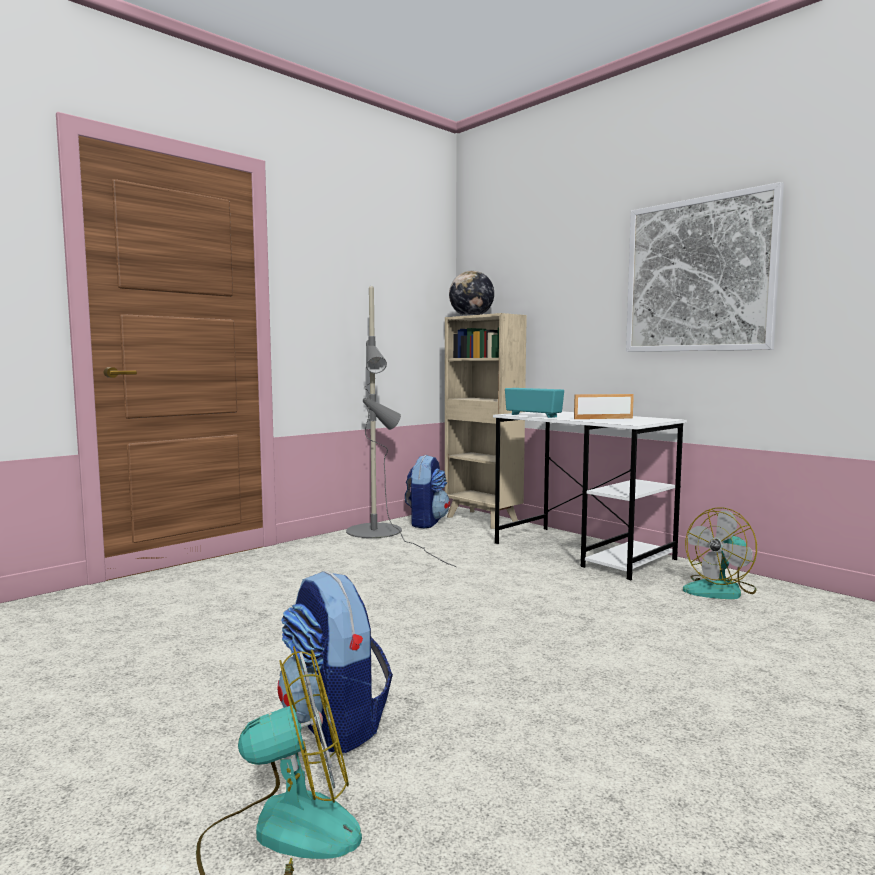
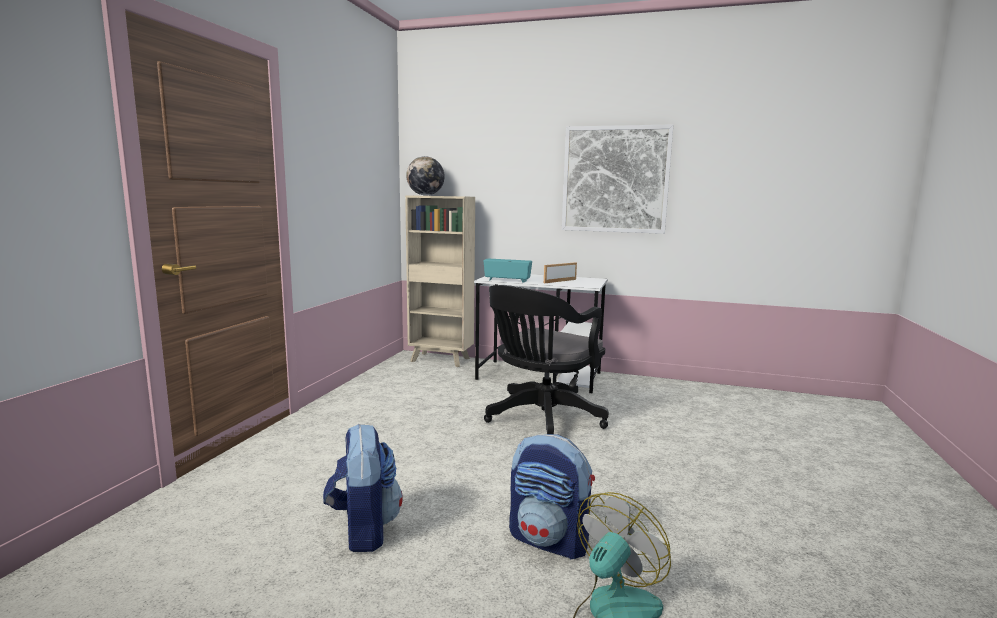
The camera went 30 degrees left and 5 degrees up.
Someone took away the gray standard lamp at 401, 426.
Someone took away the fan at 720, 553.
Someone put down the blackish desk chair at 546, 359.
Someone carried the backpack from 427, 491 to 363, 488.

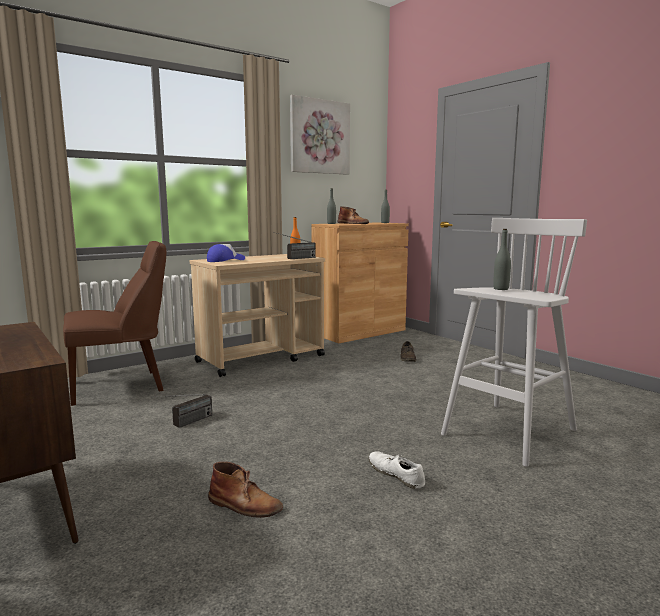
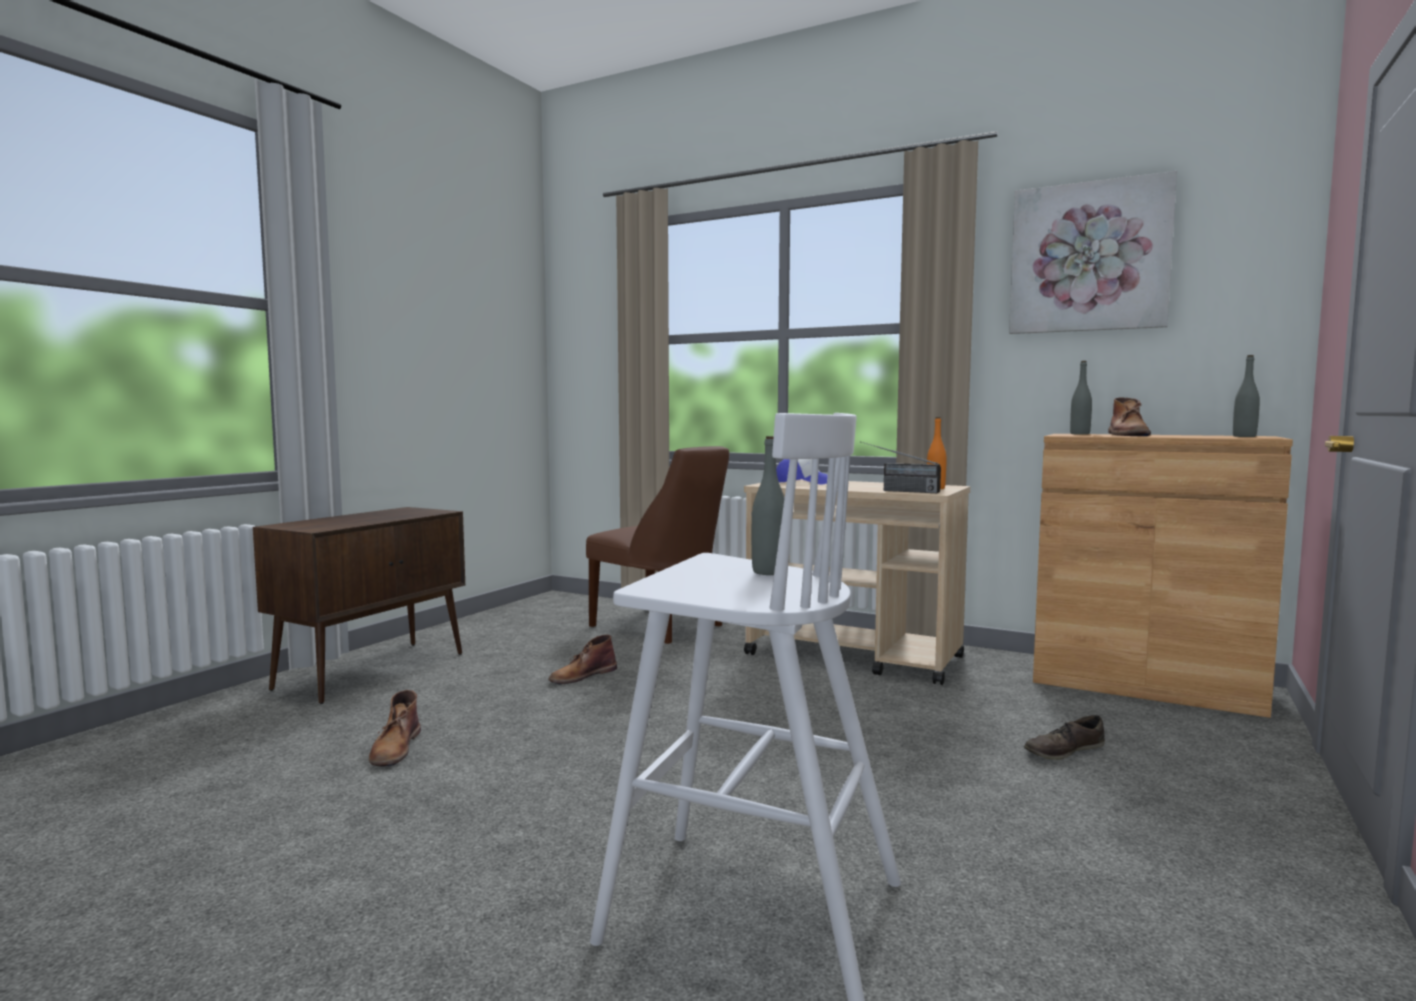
The camera went 65 degrees right and 5 degrees down.
Someone took away the whitish item of footwear at 397, 470.
Someone swapped the radio set at 181, 411 for the brown tall boot at 582, 660.

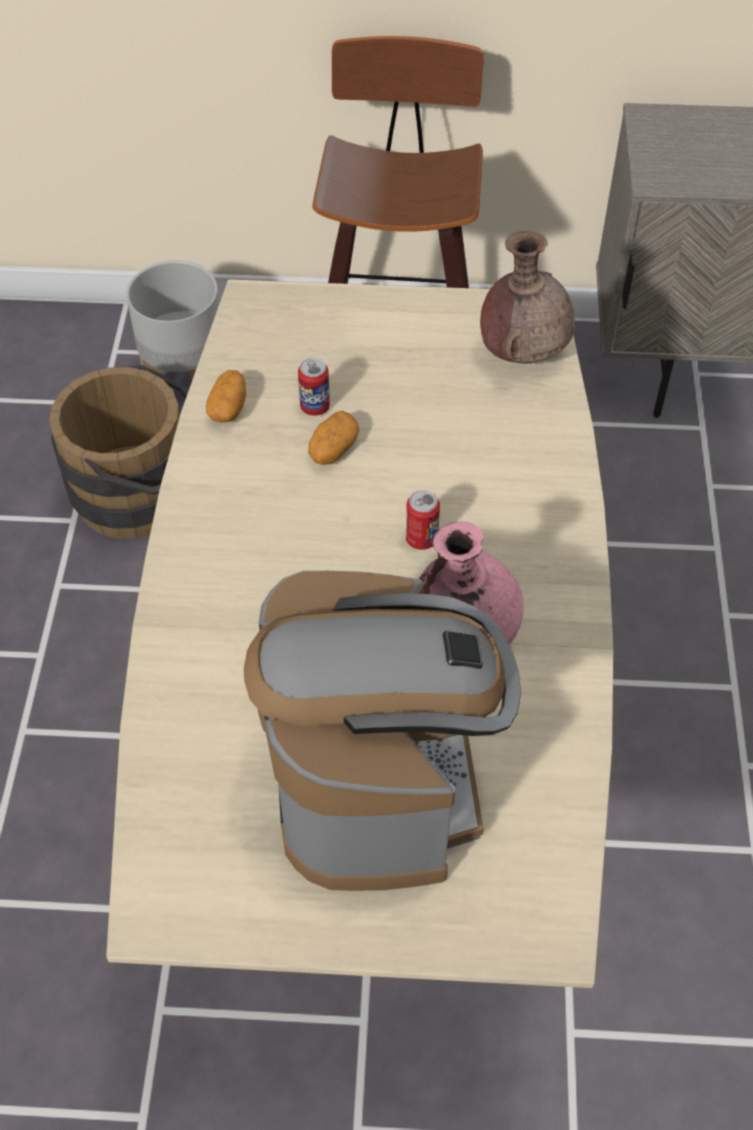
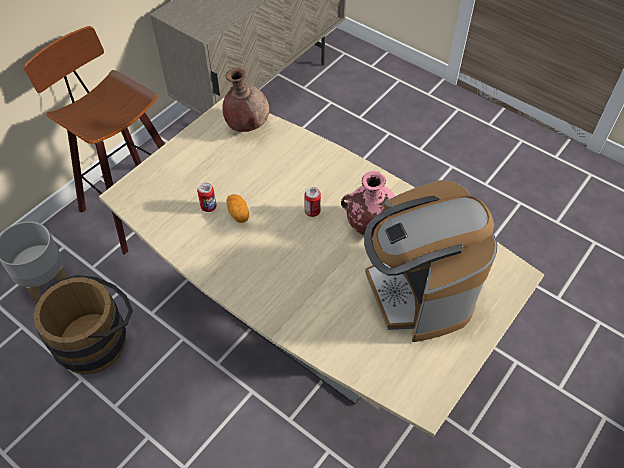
The camera went 55 degrees left and 0 degrees up.
Someone took away the potato at 226, 396.
Someone rotated the coffee machine at 382, 731 by 135 degrees counterclockwise.

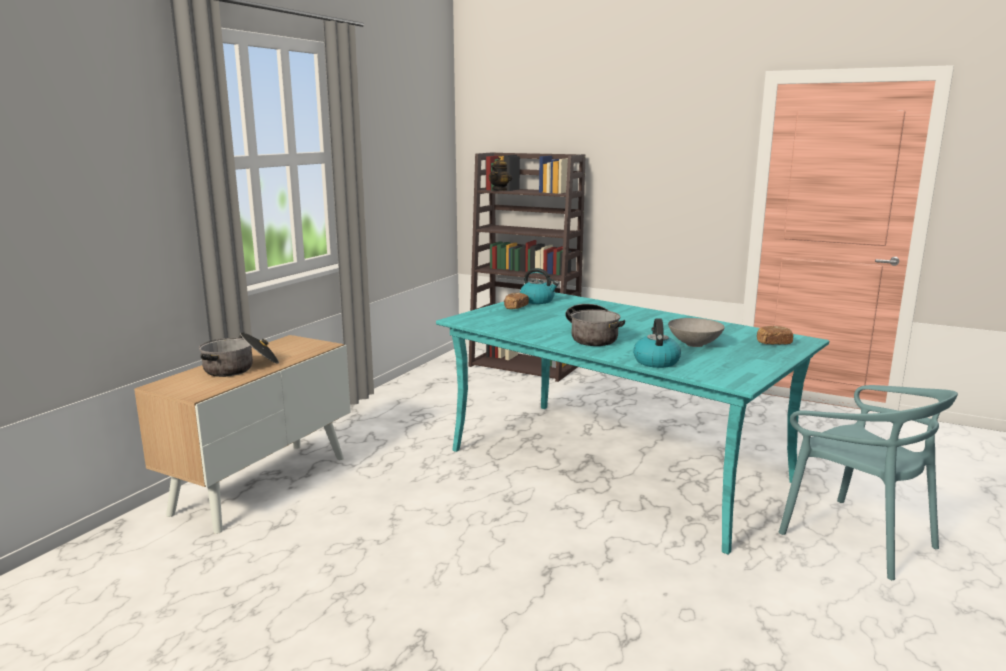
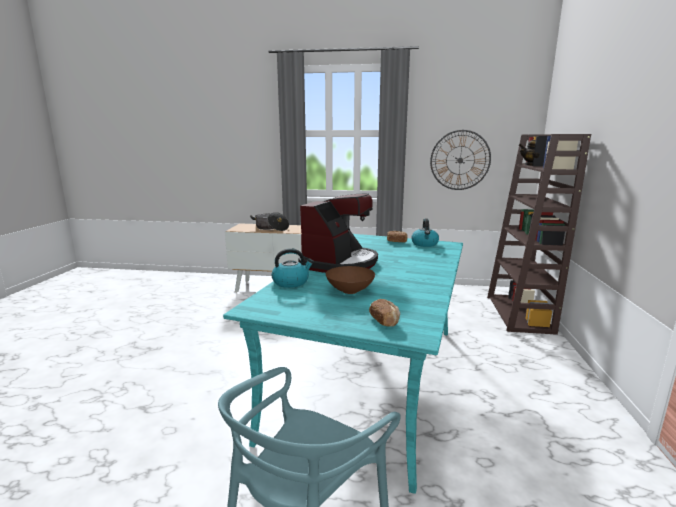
The camera went 70 degrees right and 0 degrees up.
Someone put up the clock on the wall at 460, 160.
Someone swapped the saucepot at 595, 325 for the coffee machine at 338, 233.
Someone repainted the gray bowl at 696, 332, which became the brown bowl at 350, 280.

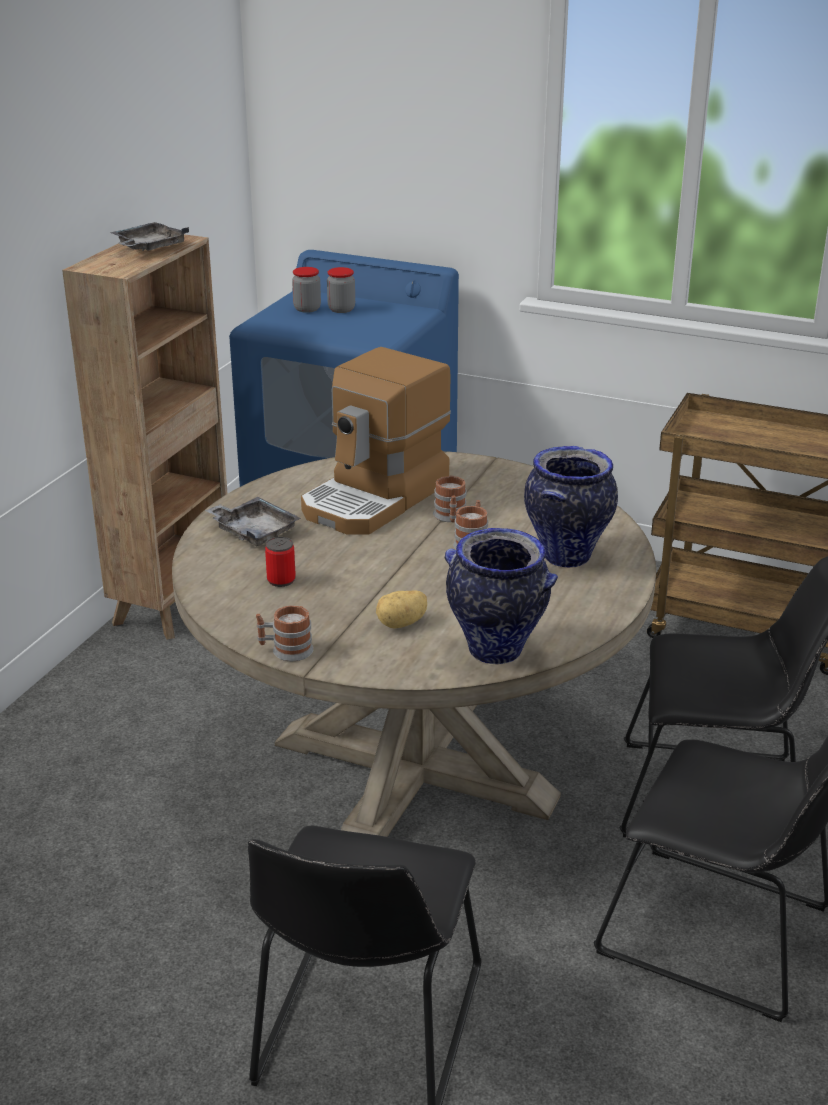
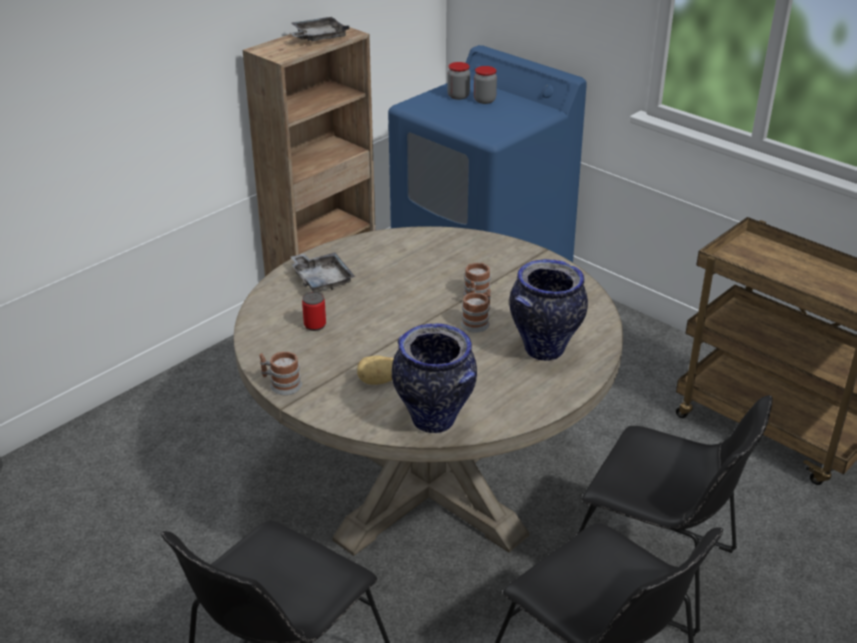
The camera went 20 degrees right and 5 degrees up.
Someone took away the coffee machine at 376, 441.

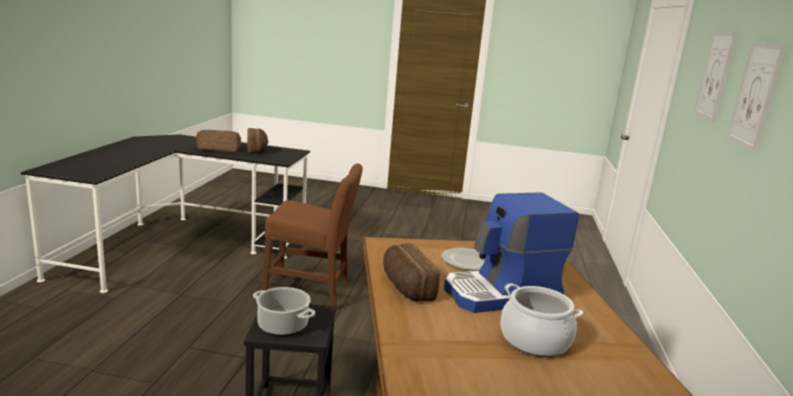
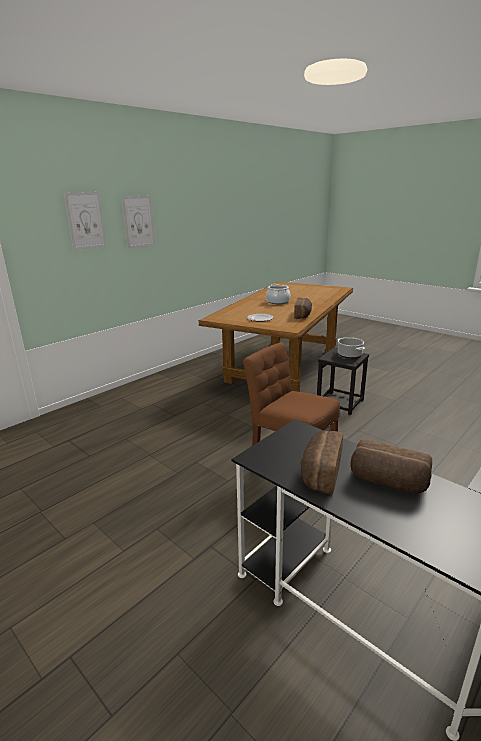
The camera went 145 degrees left and 5 degrees up.
Someone took away the coffee machine at 511, 252.

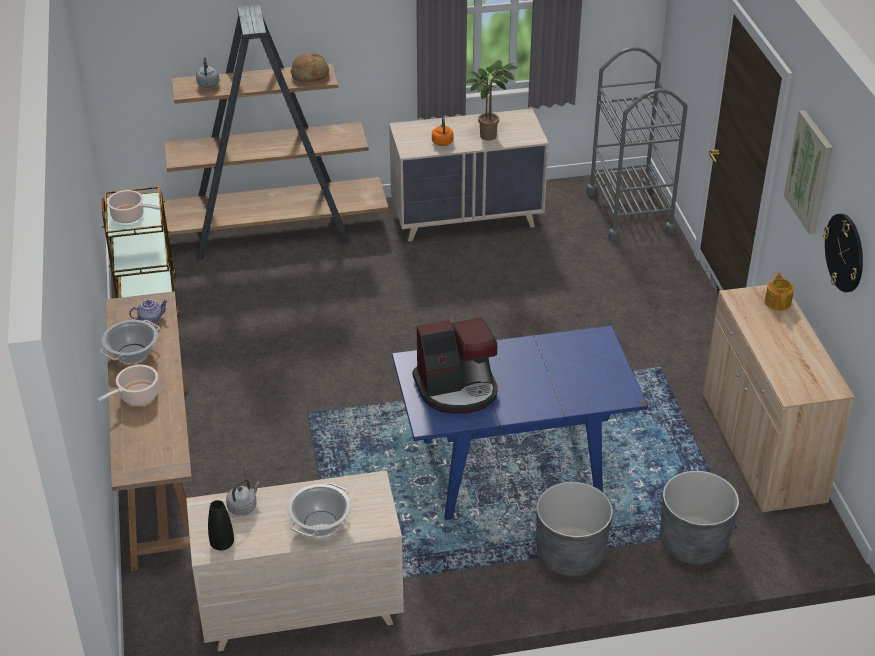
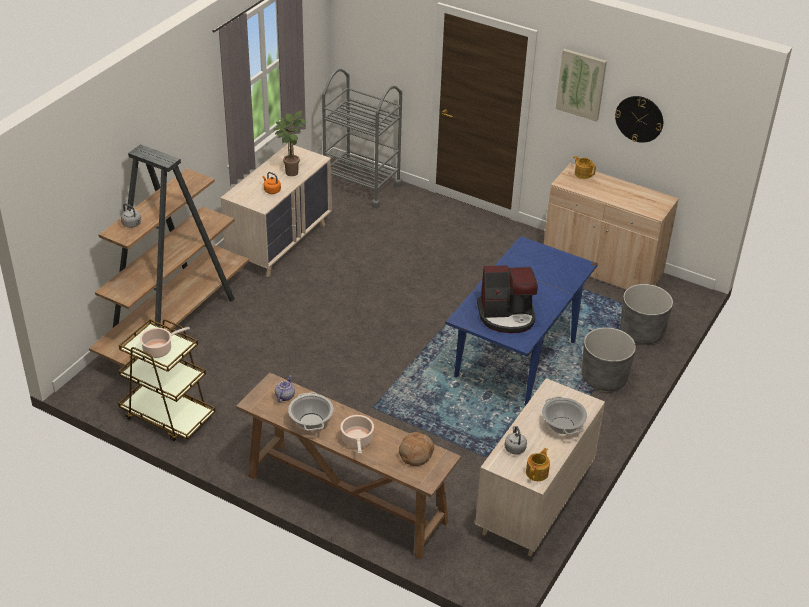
The camera went 50 degrees left and 0 degrees up.
Someone carried the baked bread from 310, 67 to 416, 449.
Someone swapped the blackish decorative vase at 221, 525 for the pot for tea at 538, 464.
Someone rotated the coffee machine at 455, 365 by 60 degrees clockwise.

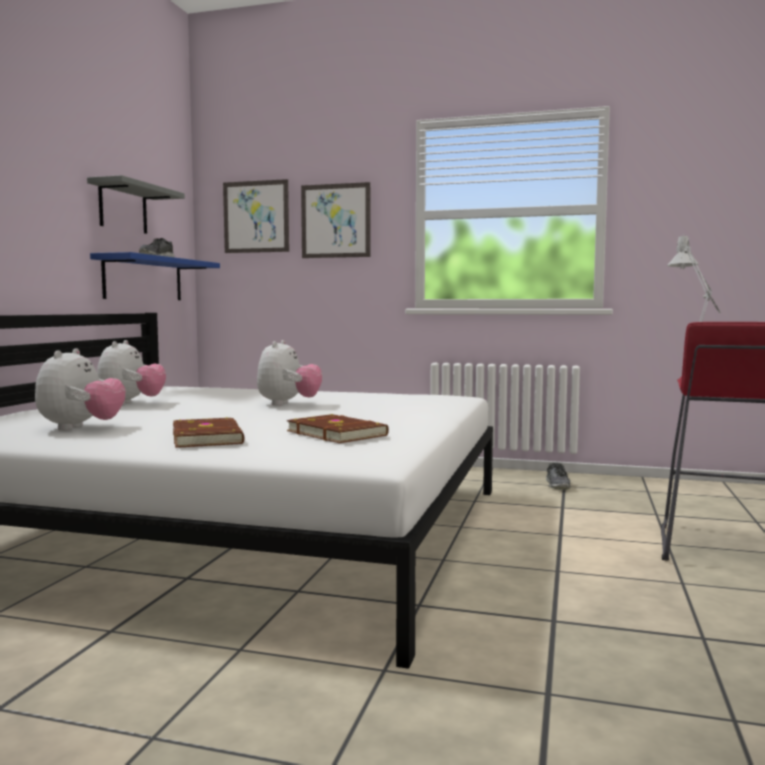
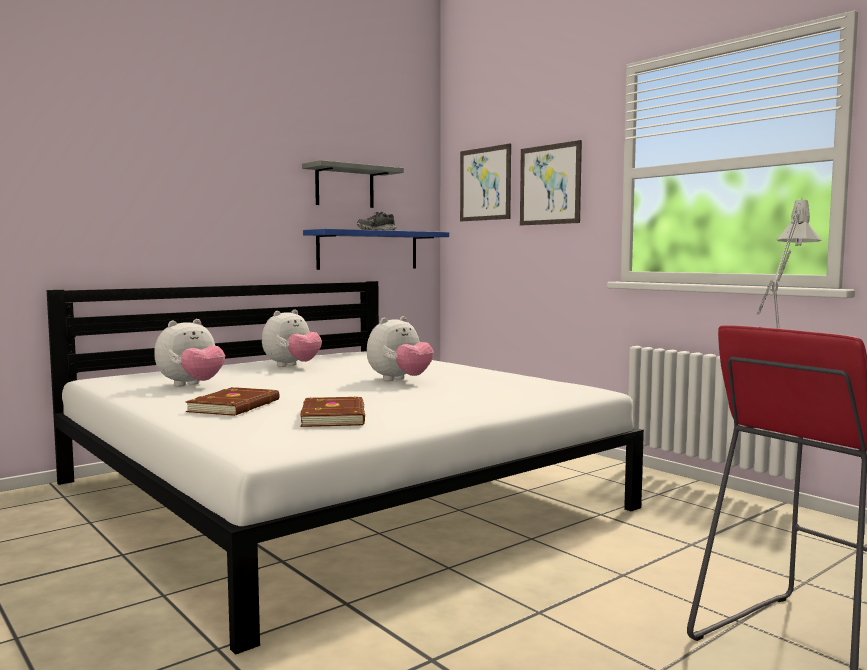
The camera went 35 degrees right and 0 degrees up.
Someone took away the item of footwear at 558, 476.

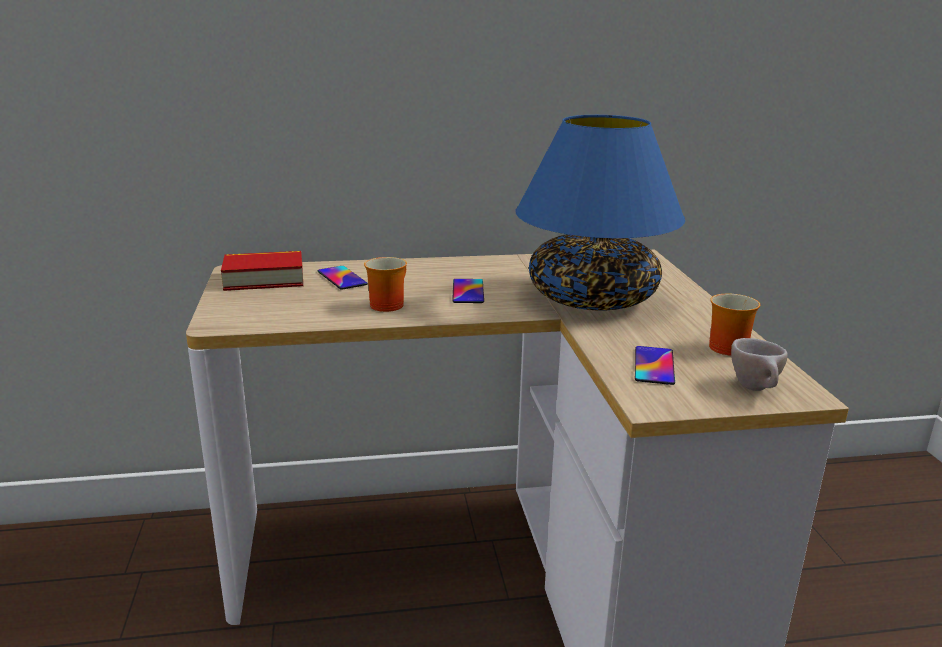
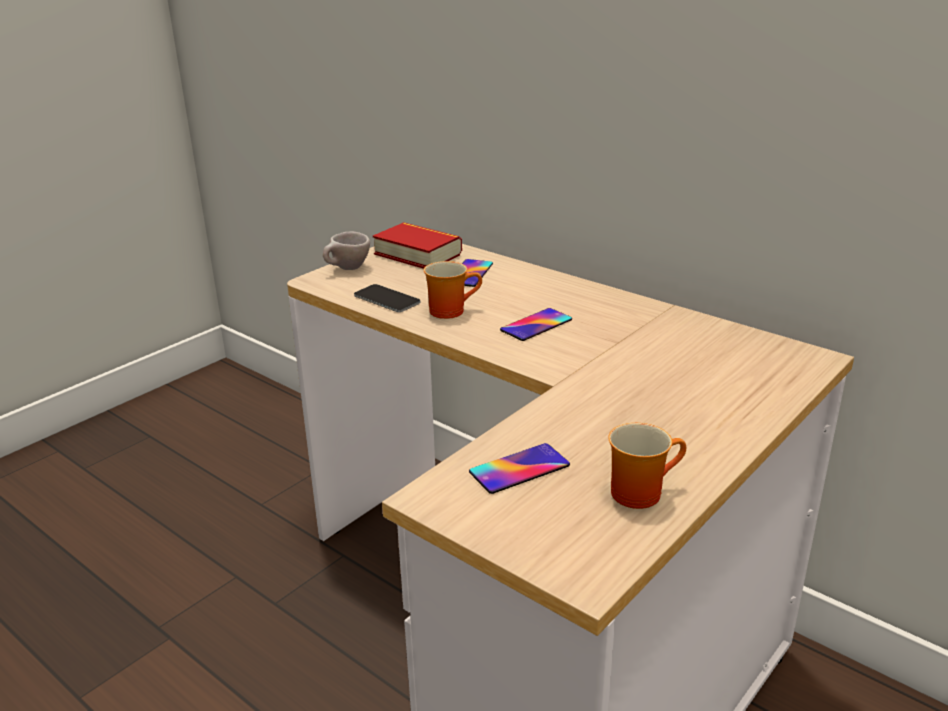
The camera went 50 degrees right and 5 degrees up.
Someone took away the blue tabletop lamp at 600, 212.
Someone put down the handset at 387, 298.
Someone carried the beige-coloured drinking cup from 759, 364 to 346, 250.

